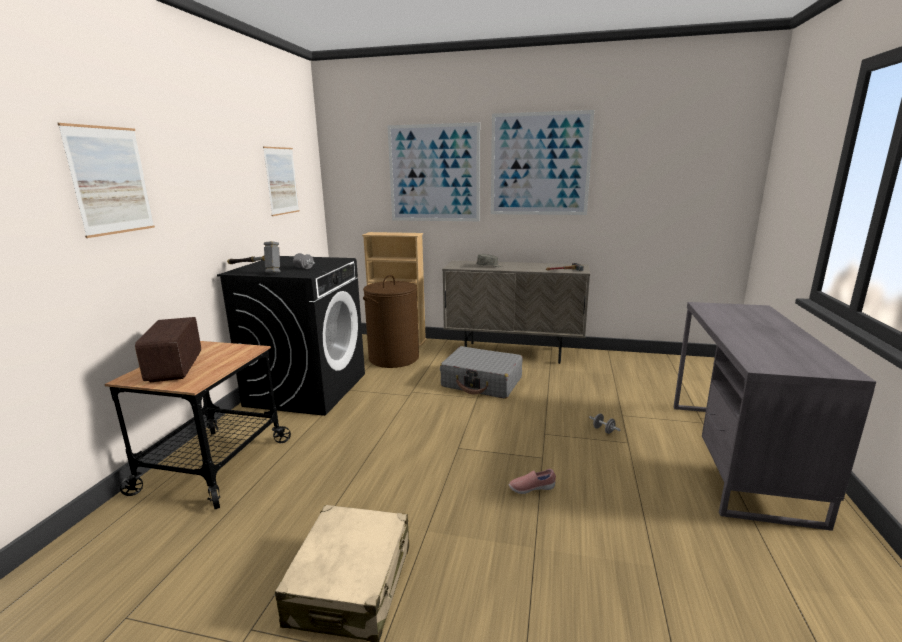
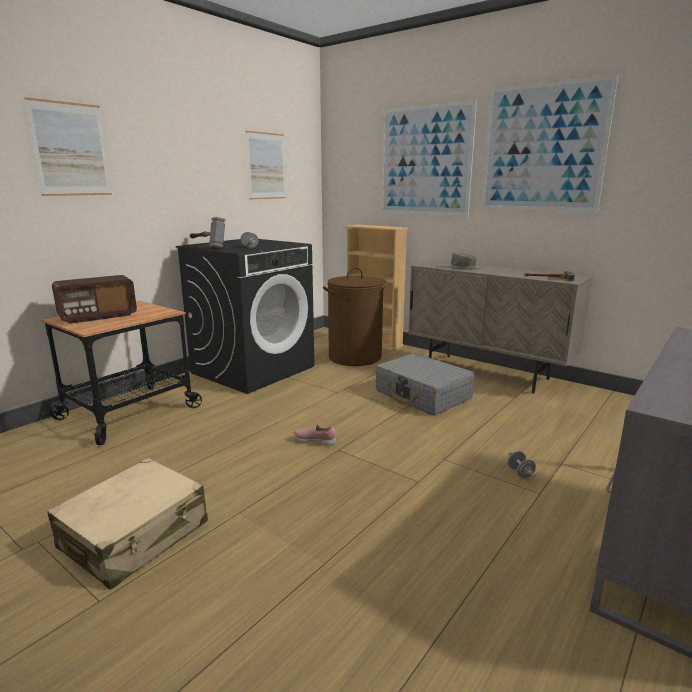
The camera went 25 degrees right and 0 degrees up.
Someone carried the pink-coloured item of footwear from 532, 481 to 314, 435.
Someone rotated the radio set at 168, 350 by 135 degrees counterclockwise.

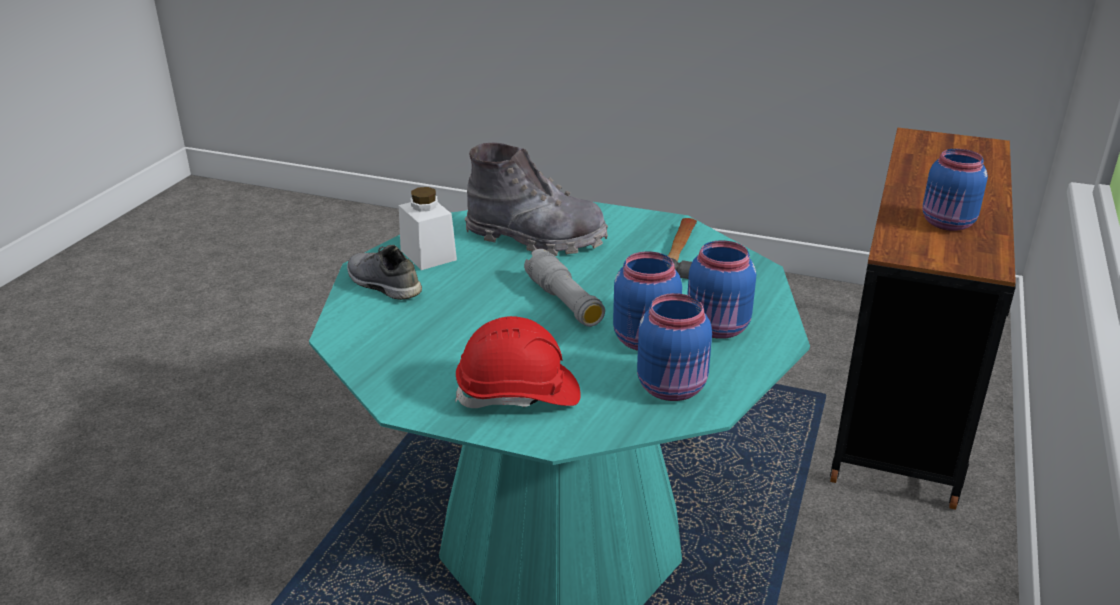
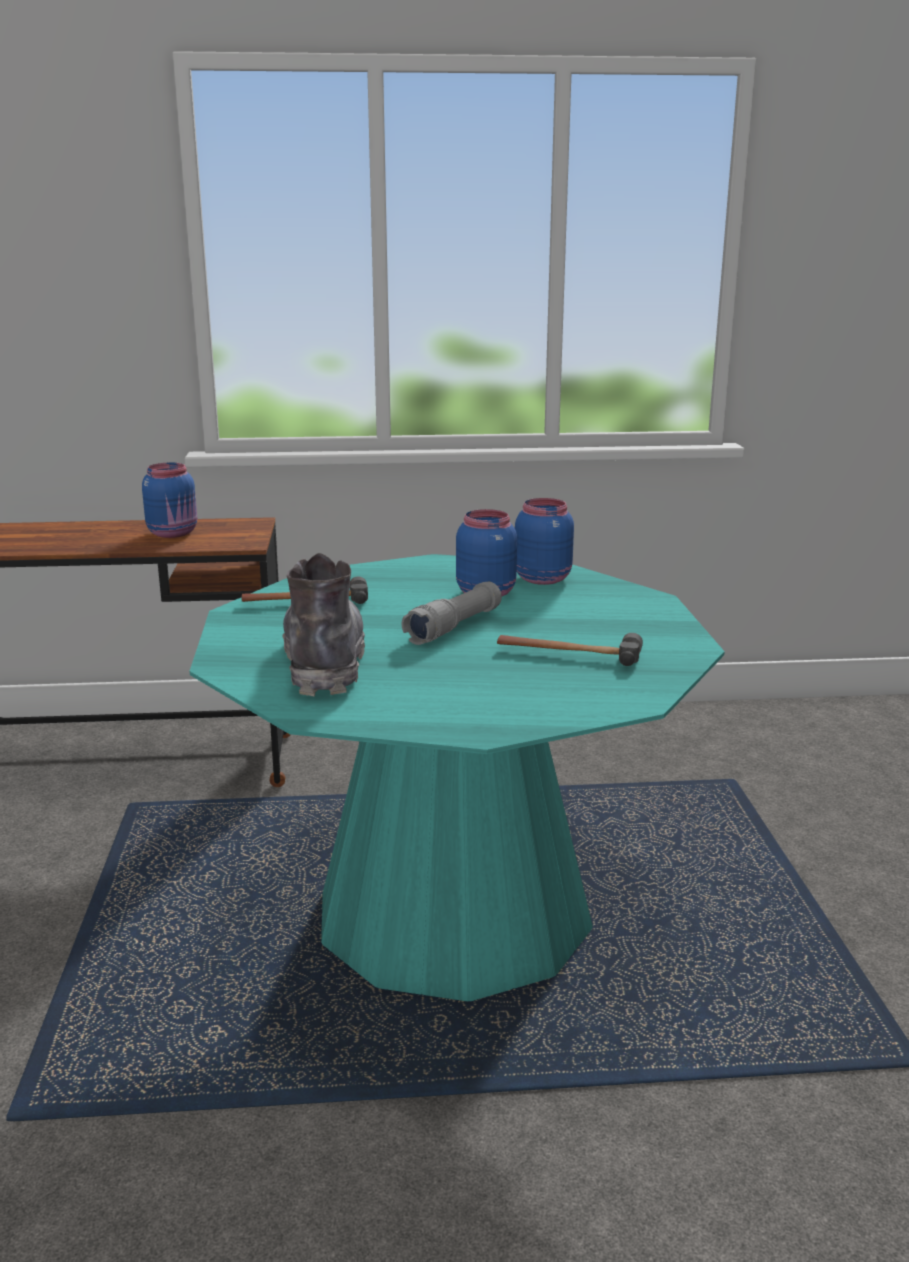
The camera went 115 degrees left and 10 degrees down.
Someone took away the gray item of footwear at 384, 272.
Someone took away the whitish storage jar at 428, 228.
Someone took away the red-coloured safety helmet at 518, 362.
Someone took away the blue storage jar at 721, 289.
Someone put down the hammer at 570, 649.

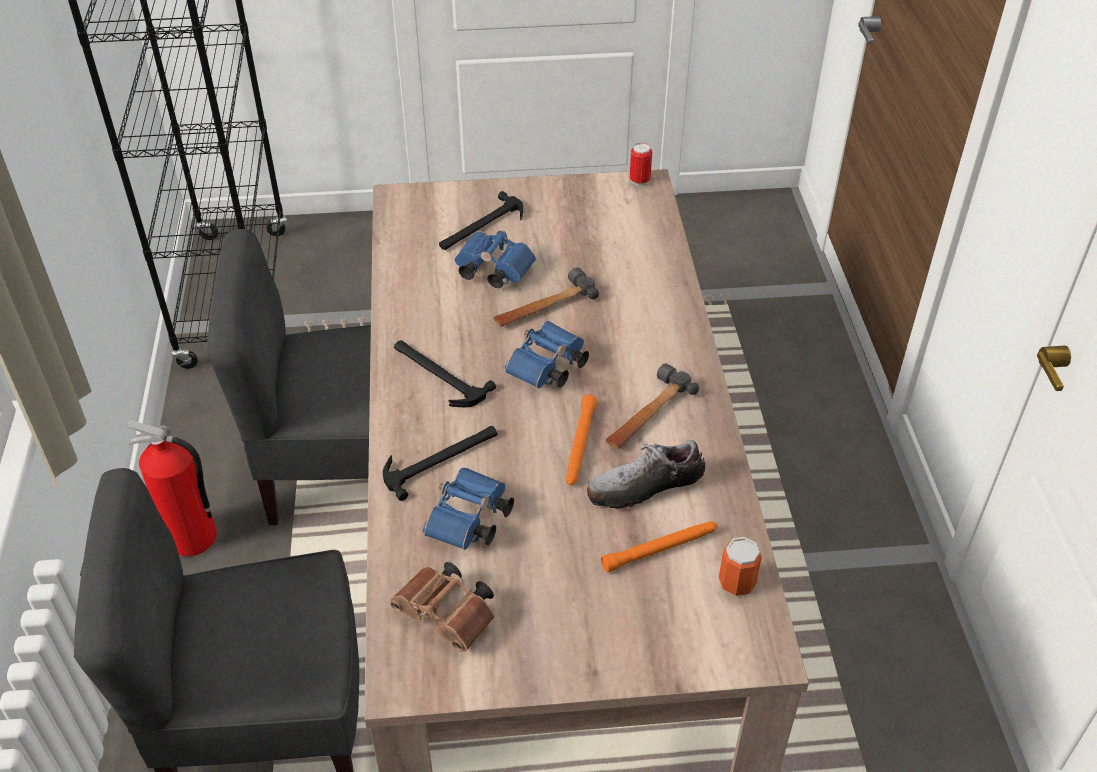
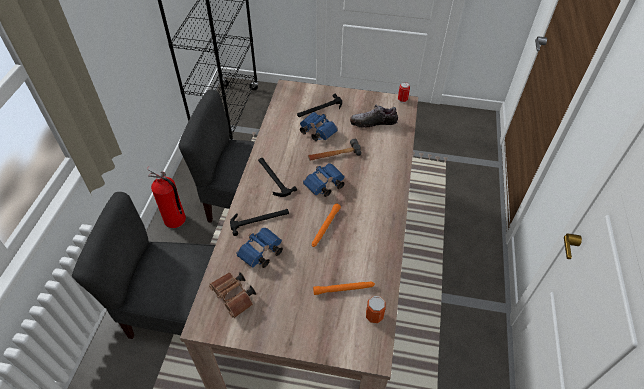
The camera went 15 degrees right and 5 degrees up.
Someone took away the hammer at 652, 406.
Someone carried the item of footwear from 646, 474 to 374, 116.

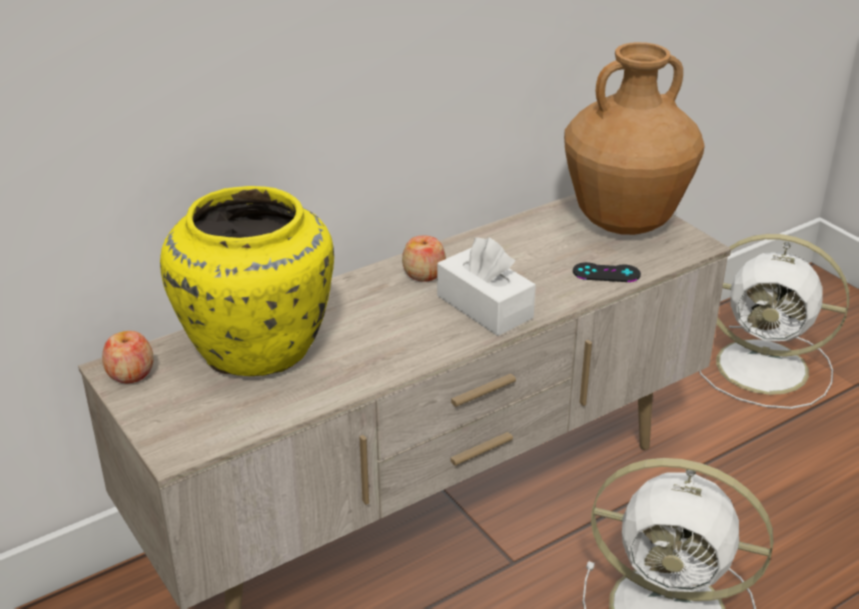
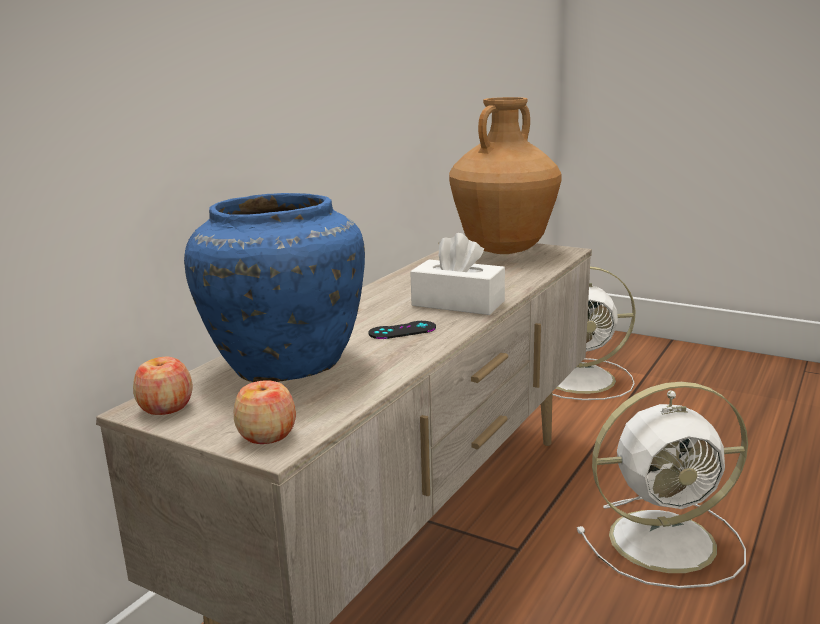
The camera went 25 degrees left and 15 degrees down.
Someone carried the apple fruit from 424, 259 to 265, 412.
Someone carried the blackish gamepad from 607, 272 to 402, 330.
Someone repainted the yellowish decorative vase at 247, 281, which became the blue decorative vase at 274, 287.

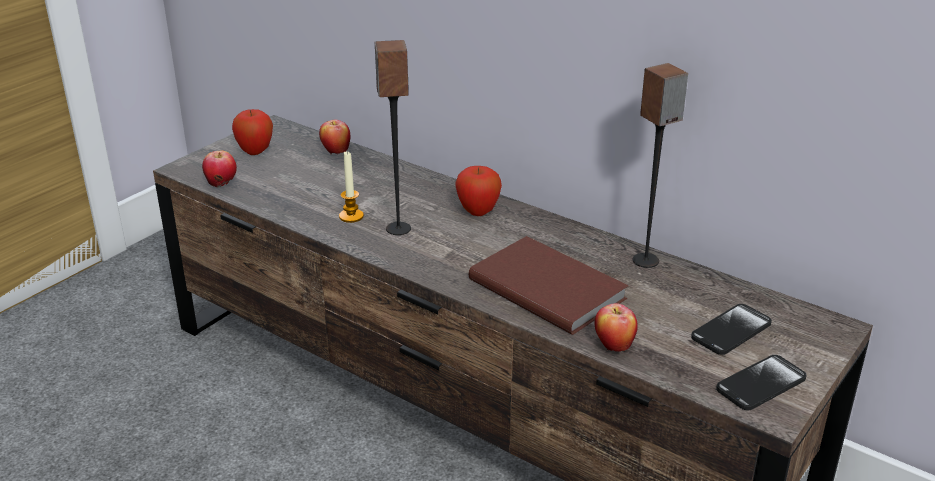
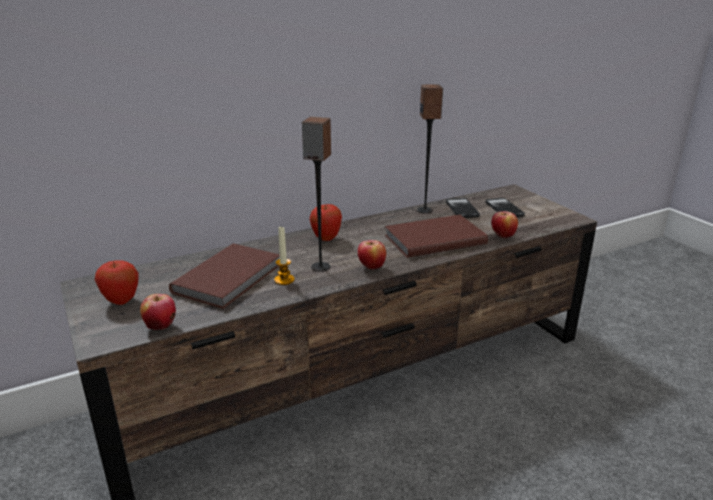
The camera went 65 degrees left and 5 degrees down.
Someone put down the brown volume at 224, 276.
Someone carried the apple fruit from 335, 137 to 372, 255.
Someone carried the handset from 761, 382 to 463, 208.

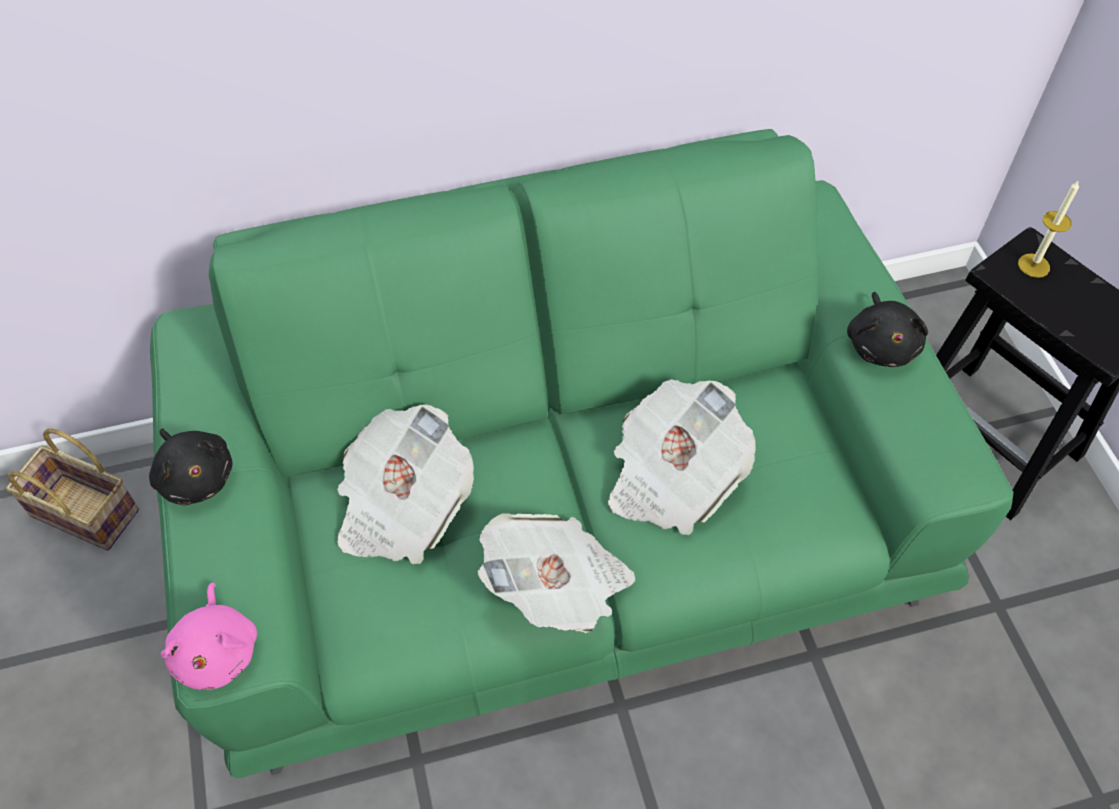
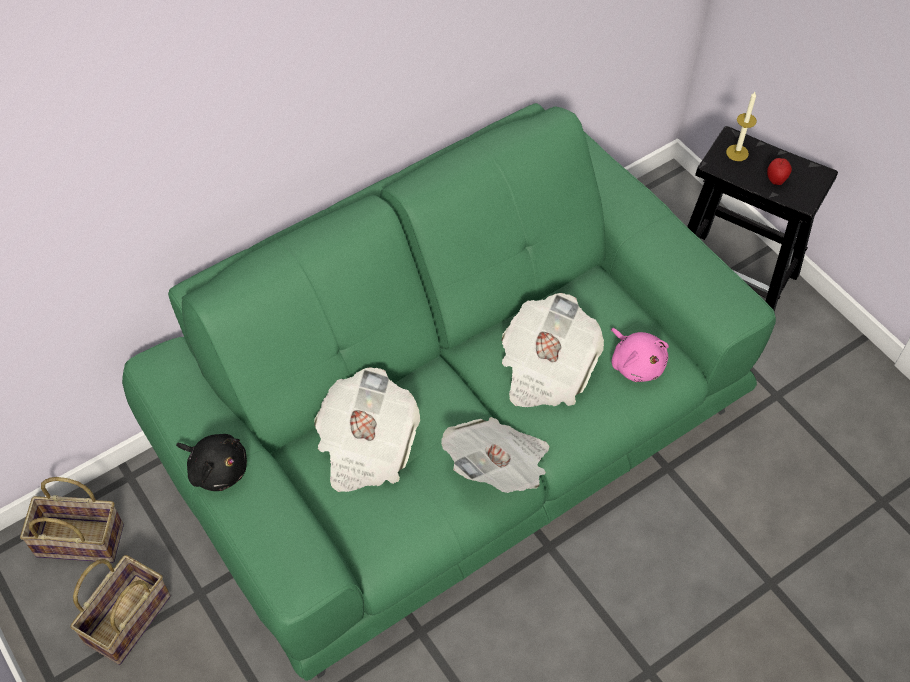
The camera went 20 degrees left and 0 degrees up.
Someone took away the blackish soft toy at 887, 329.
Someone put down the household basket at 120, 610.
Someone put down the apple fruit at 779, 171.
Someone carried the pink-coloured soft toy from 209, 636 to 640, 355.

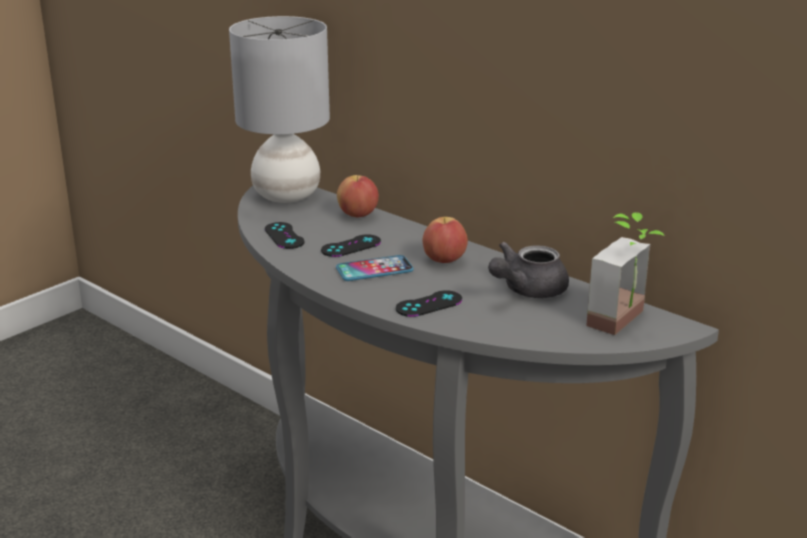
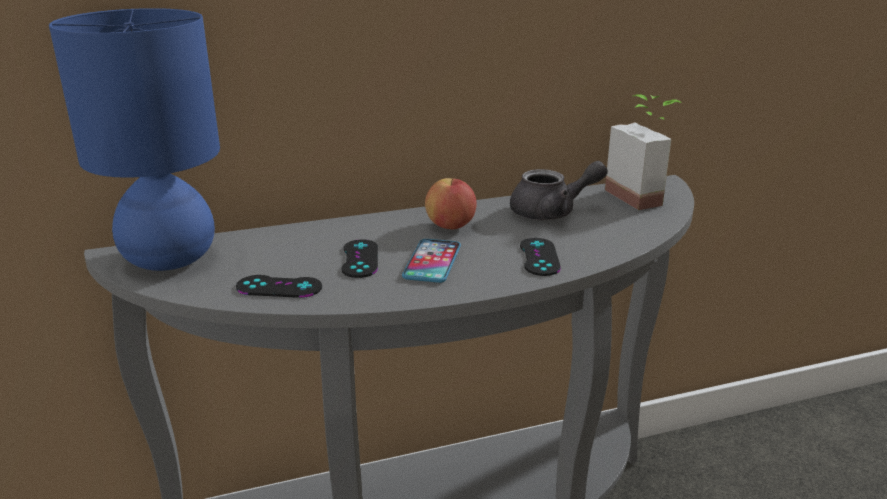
The camera went 60 degrees left and 0 degrees up.
Someone took away the apple fruit at 358, 196.
Someone repainted the gray tabletop lamp at 279, 109, which became the blue tabletop lamp at 134, 139.
Someone rotated the gray pot for tea at 528, 270 by 90 degrees counterclockwise.

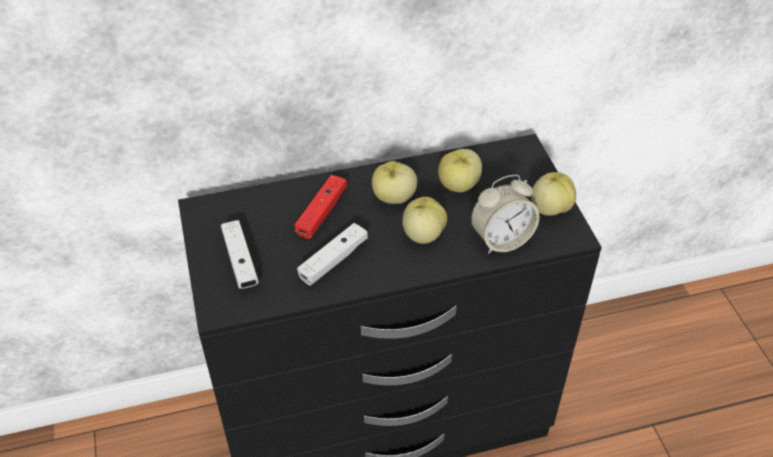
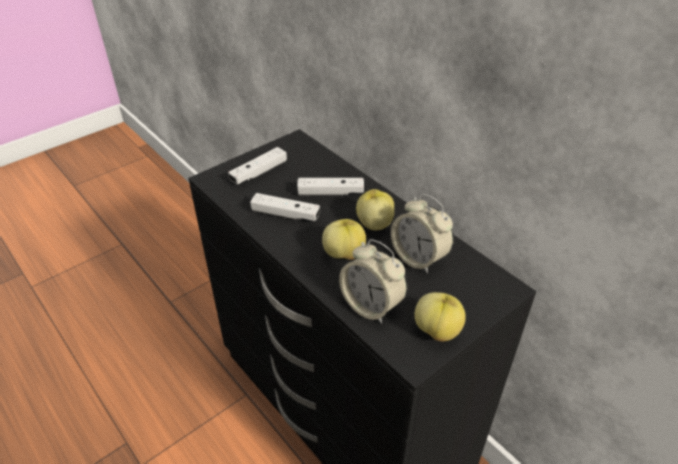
The camera went 65 degrees right and 5 degrees down.
Someone swapped the apple fruit at 460, 170 for the alarm clock at 422, 234.
Someone repainted the red-coloured gamepad at 320, 207, which became the whitish gamepad at 330, 186.

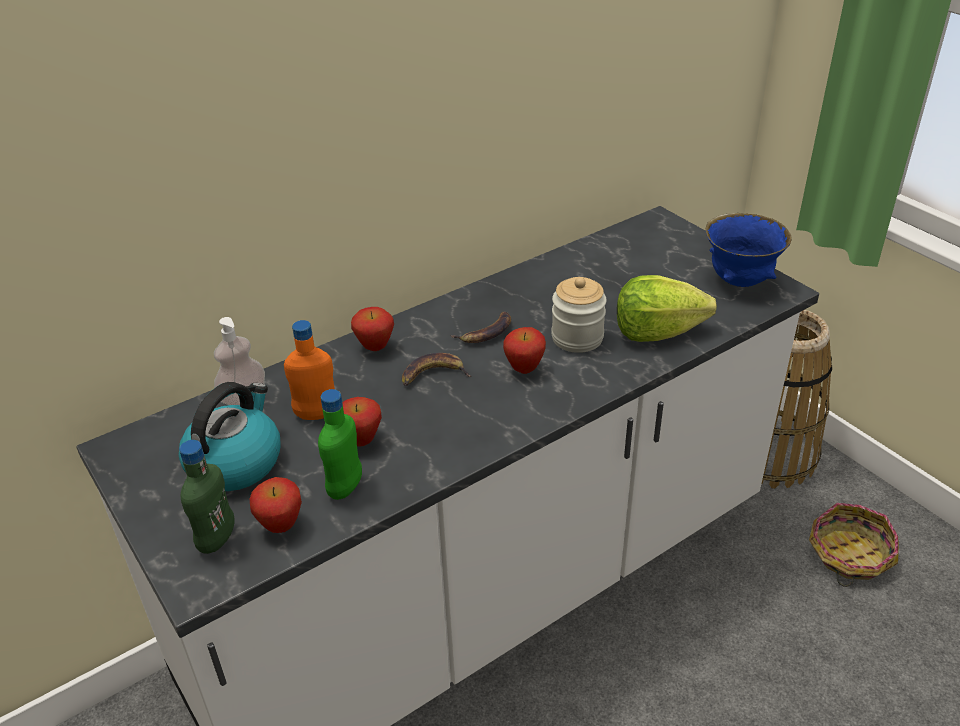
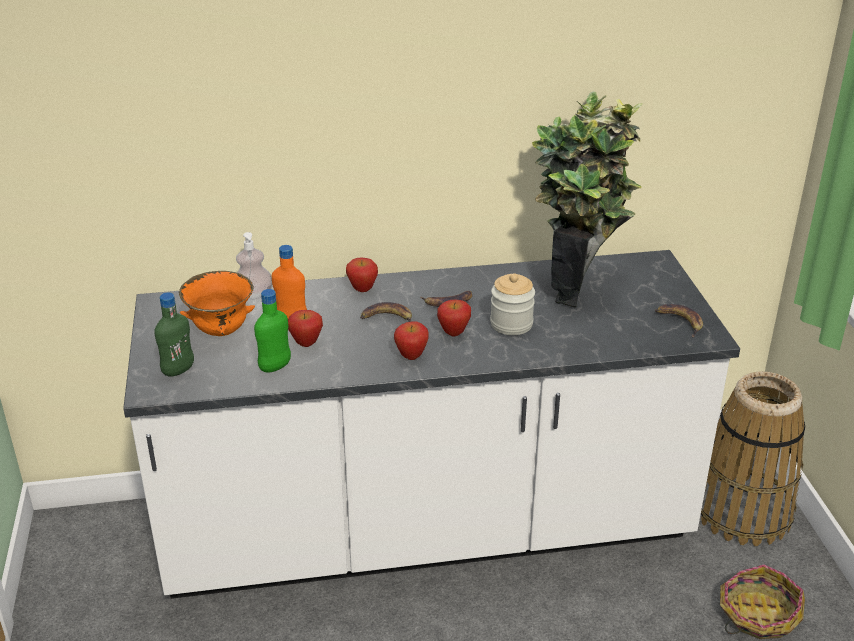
The camera went 25 degrees right and 5 degrees down.
Someone took away the head of lettuce at 667, 308.
Someone put down the plant in a pot at 587, 199.
Someone carried the apple fruit from 276, 505 to 411, 341.
Someone swapped the water kettle at 230, 436 for the orange-coloured bowl at 217, 303.
Someone swapped the blue bowl at 749, 250 for the banana at 679, 320.

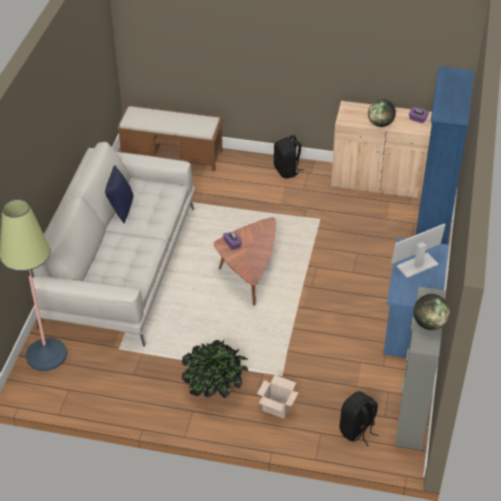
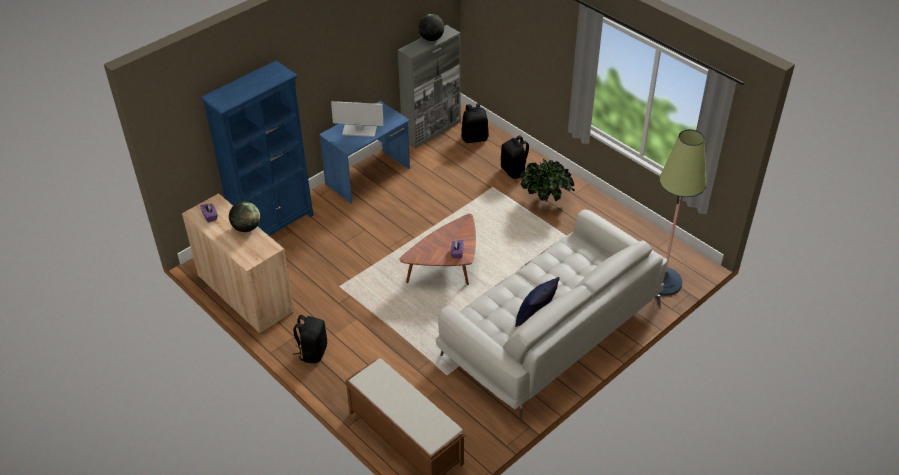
The camera went 145 degrees left and 0 degrees up.
Someone swapped the carton at 278, 397 for the blackish backpack at 515, 157.

